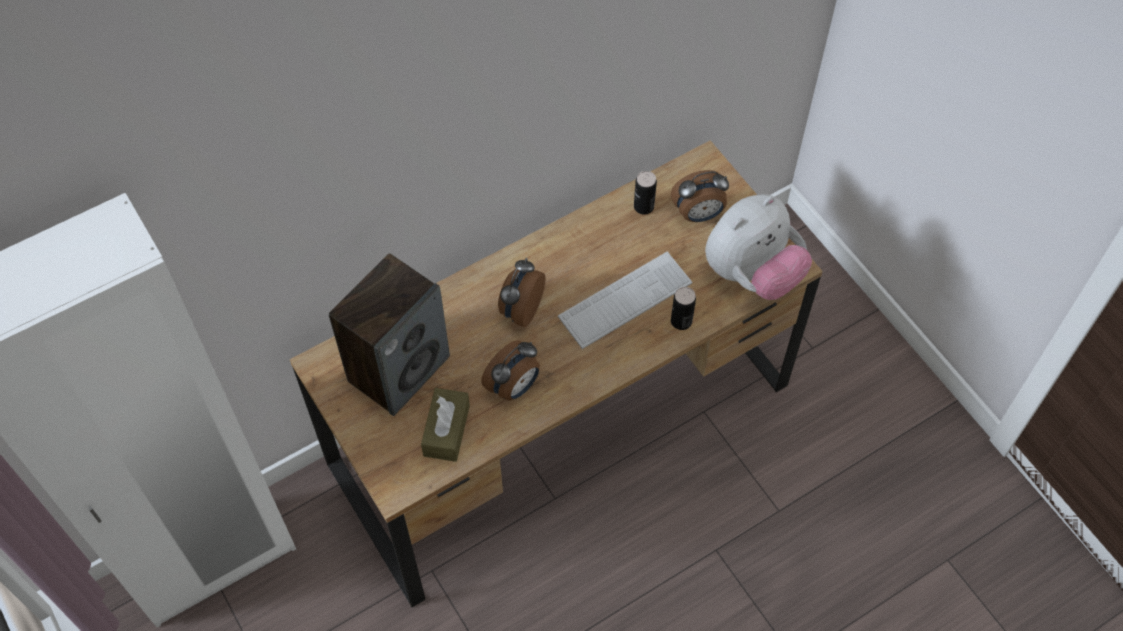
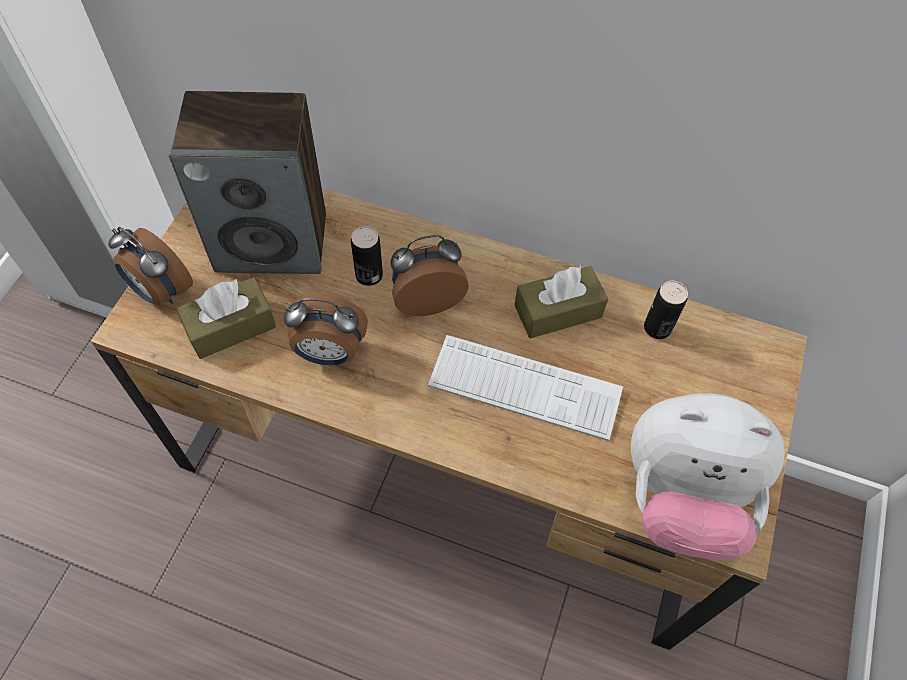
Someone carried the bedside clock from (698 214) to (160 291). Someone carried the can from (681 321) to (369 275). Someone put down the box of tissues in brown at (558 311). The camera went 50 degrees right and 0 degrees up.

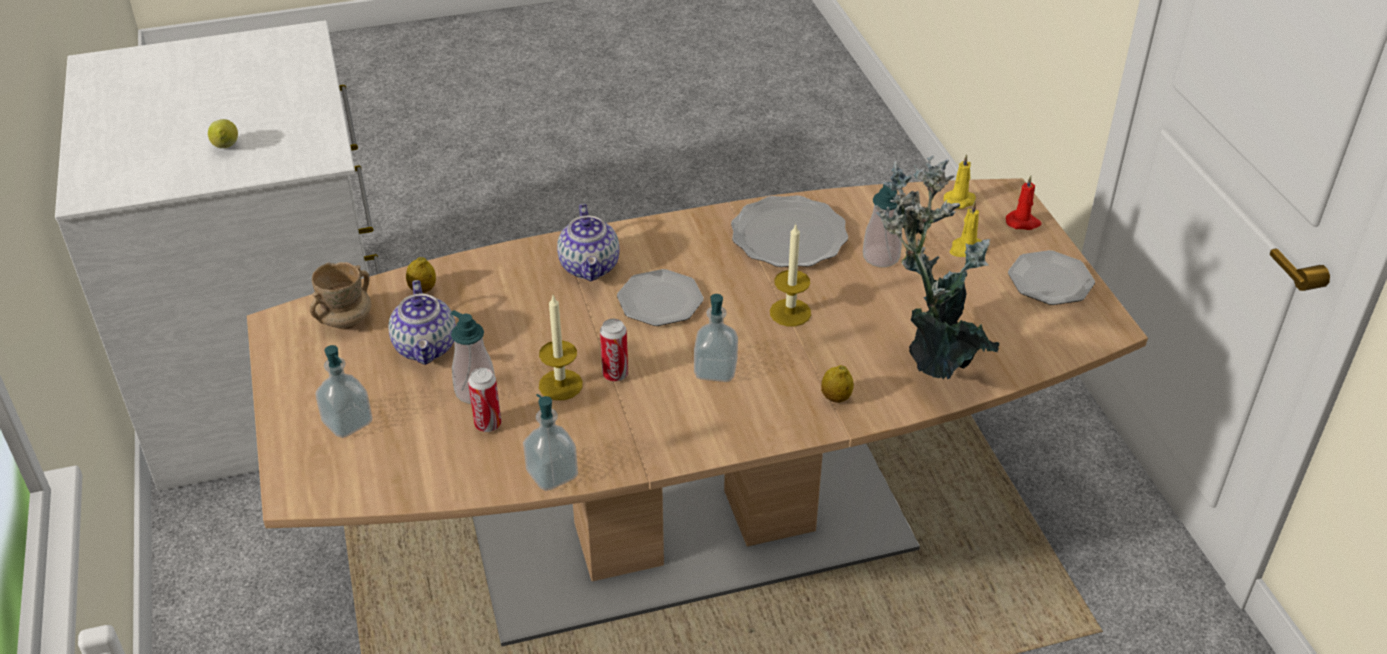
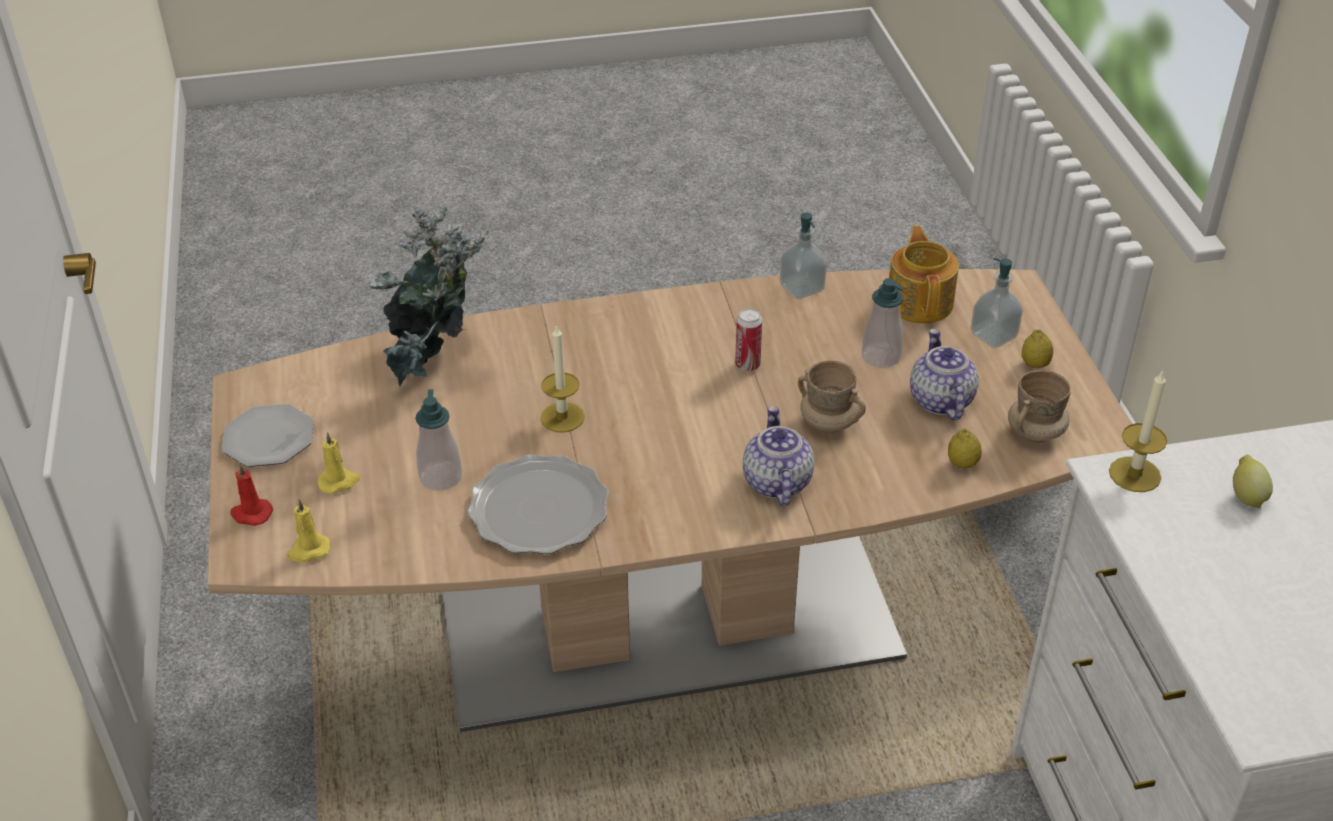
Someone put down the mug in beige-coloured at (829 423). Someone put down the tea pot at (920 302). Someone carried the lemon from (836 398) to (1035 364). Someone carried the wax candle from (560 385) to (1134 474). Someone took away the can at (488 424). Someone took away the dinner plate at (659 301). Someone took away the soap dispenser at (715 370). The camera went 175 degrees left and 0 degrees up.

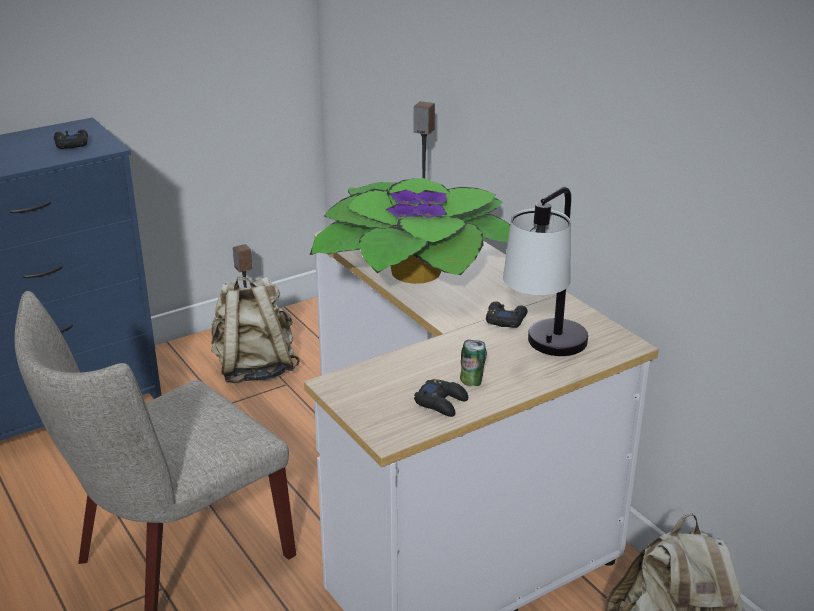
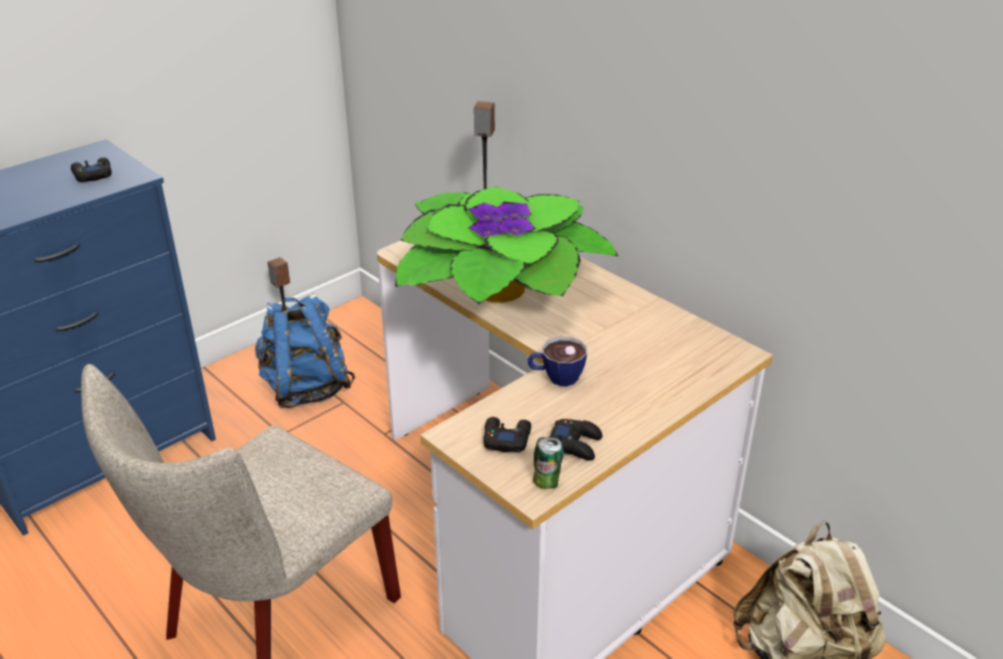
Someone repainted the backpack in beige-coloured at (254 369), which became the backpack in blue at (306 389). Someone carried the game controller in black from (505 319) to (506 439). Someone put down the cup at (556 377). Someone carried the can from (472 381) to (547 482). Someone took away the table lamp at (545 354). The camera went 10 degrees left and 5 degrees up.

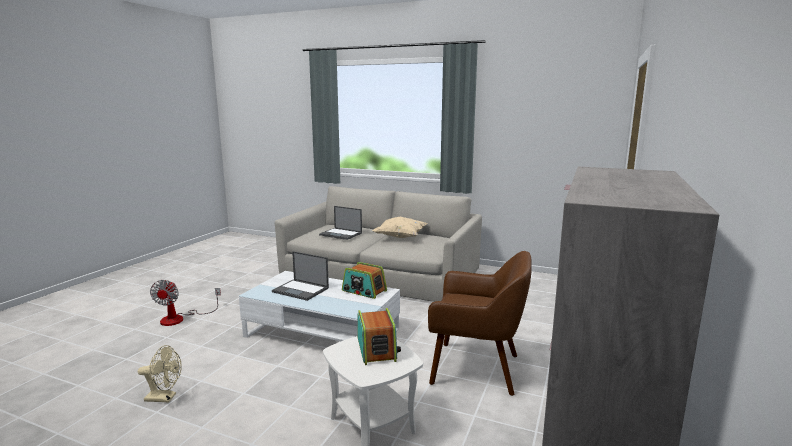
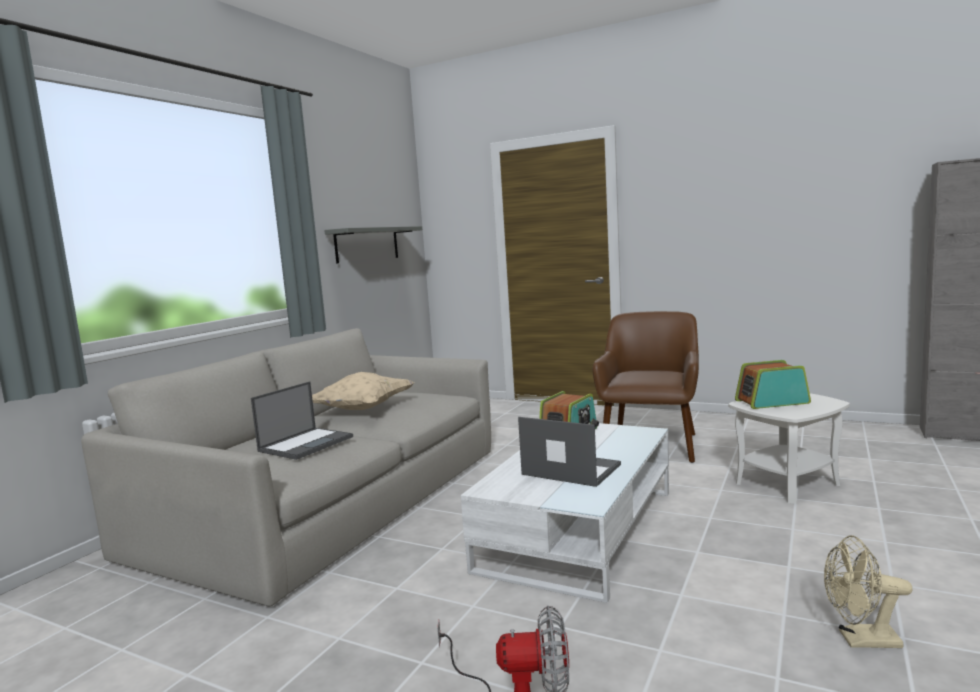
Someone put up the bracket shelf in grey at (367 244). Someone rotated the portable computer at (301 290) by 90 degrees counterclockwise. Someone rotated the cooling fan in beige-coloured at (165 398) by 90 degrees counterclockwise. The camera went 85 degrees left and 5 degrees down.

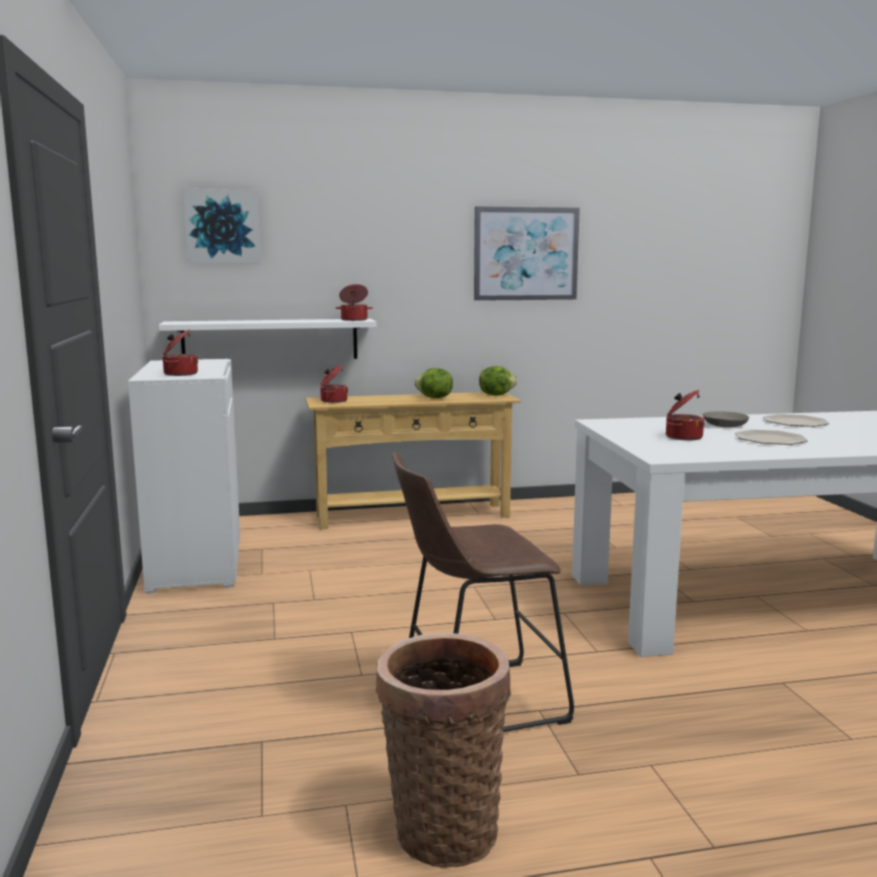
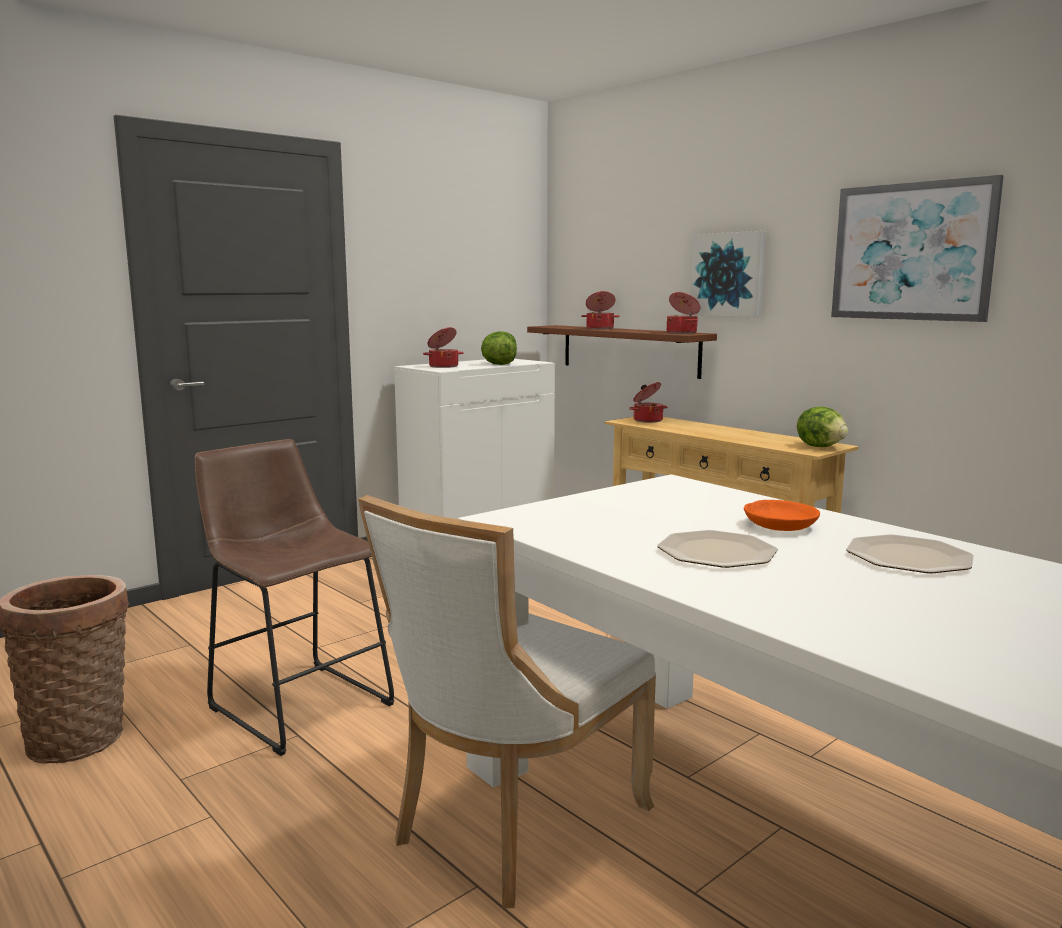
Someone put down the plain chair in white at (512 825). Someone carried the head of lettuce from (434 398) to (498 364). Someone repainted the bracket shelf in white at (270 340), which became the bracket shelf in brown at (629 350). Someone carried the saucepot from (682 437) to (600 328). Someone carried the wall art from (222 226) to (728 274). Someone repainted the deep dish in grey at (724 425), which became the deep dish in orange-coloured at (779 525). The camera went 60 degrees right and 0 degrees up.

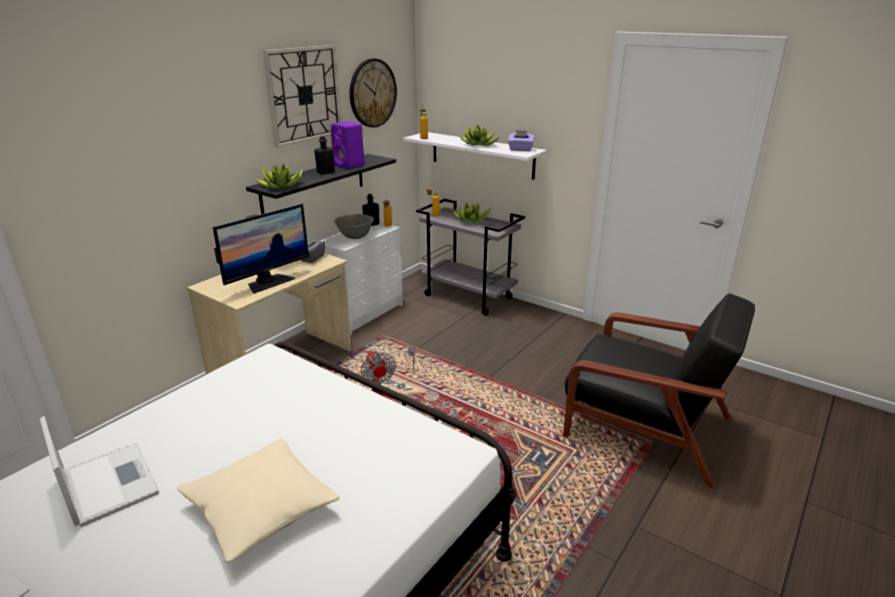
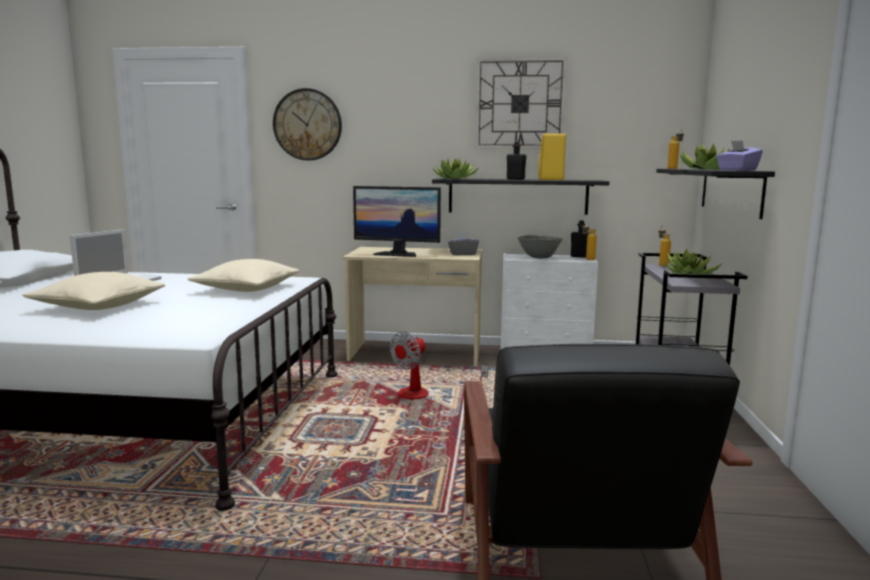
Someone put down the pillow in beige-coloured at (246 289). Someone carried the wall clock from (372 93) to (307 124). Someone repainted the audio speaker in purple-coloured at (349 165), which became the audio speaker in yellow at (552 179). Someone repainted the bracket shelf in white at (482 155), which became the bracket shelf in black at (730 191). The camera went 60 degrees right and 15 degrees down.

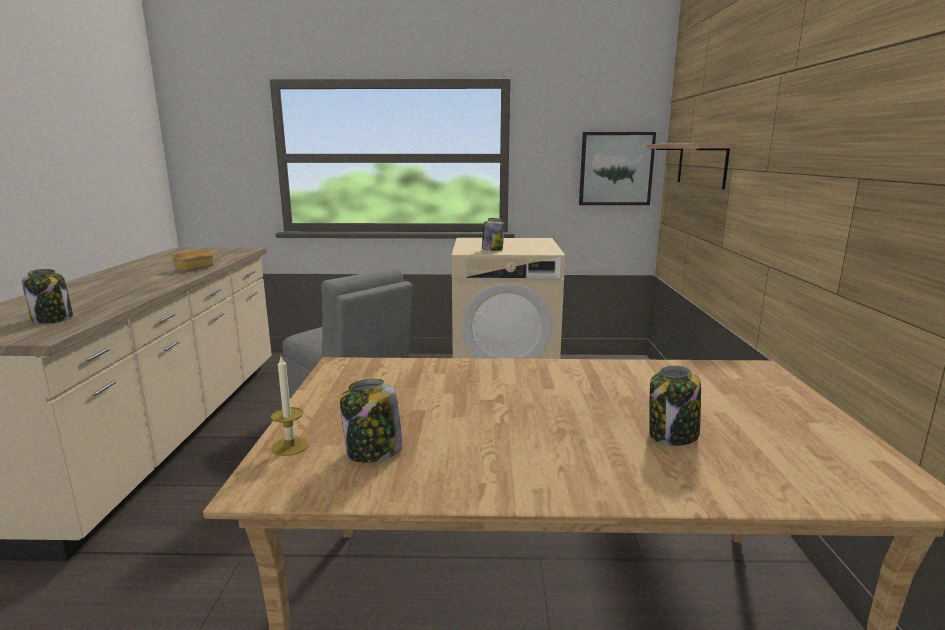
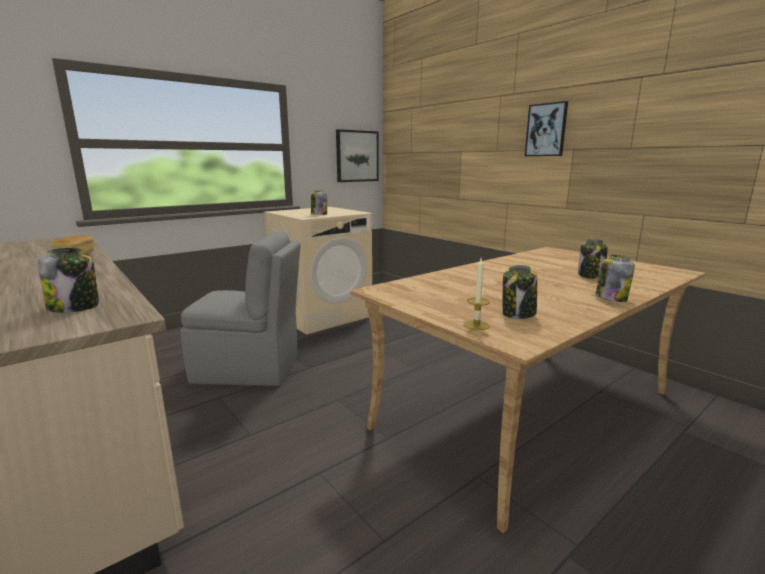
Someone put up the wall art at (546 130). Someone put down the storage jar at (611 298). Someone took away the bracket shelf at (701 164). The camera went 40 degrees left and 0 degrees up.

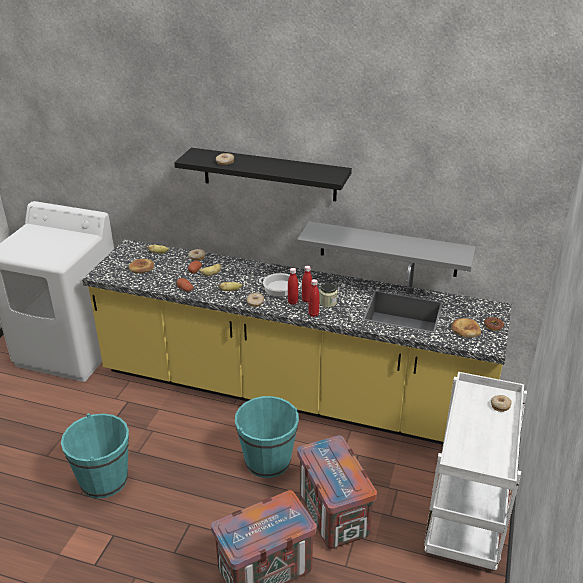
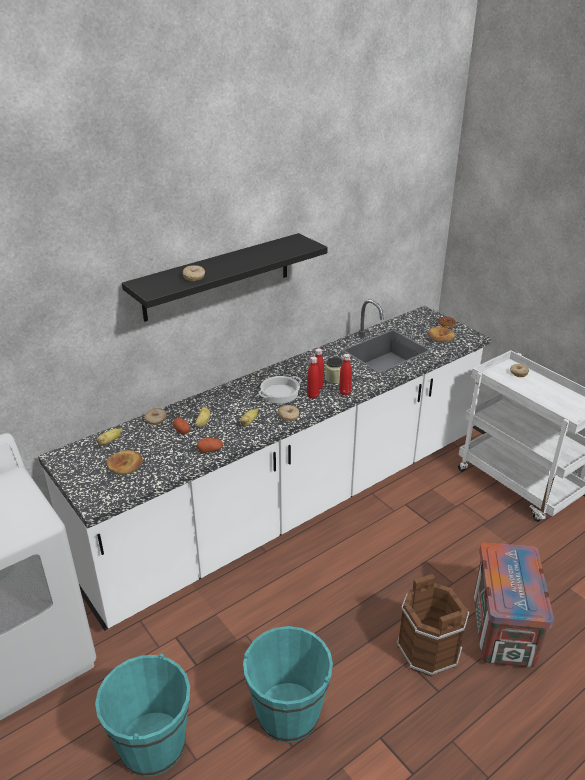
Someone repainted the kitchen counter in yellow at (291 395), which became the kitchen counter in white at (292 506). Someone carried the bucket in turquoise from (267 461) to (152 745). Someone put down the bucket in brown at (429 649). Someone took away the bracket shelf in grey at (388 249). Someone took away the crate at (334 516). The camera went 55 degrees left and 0 degrees up.

